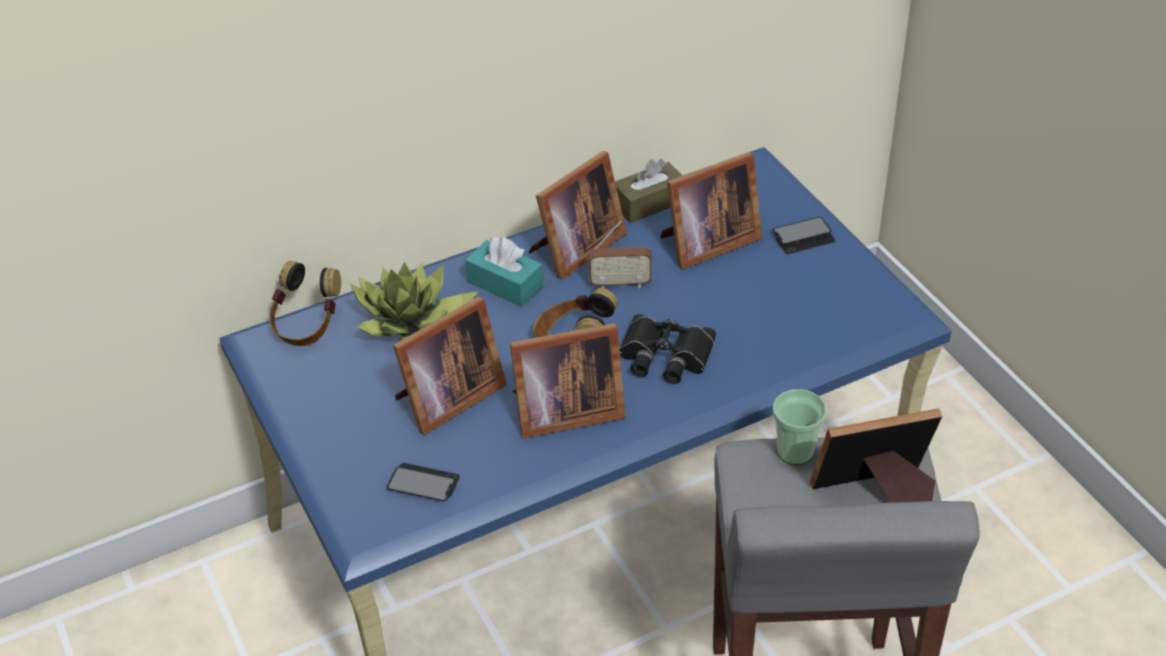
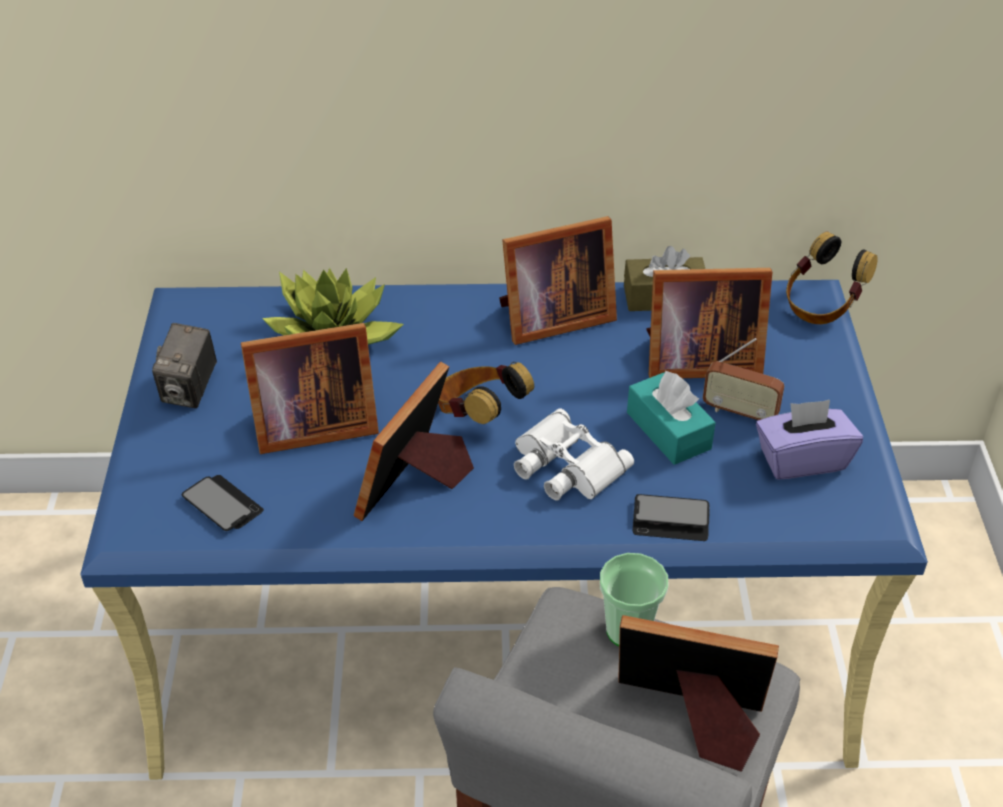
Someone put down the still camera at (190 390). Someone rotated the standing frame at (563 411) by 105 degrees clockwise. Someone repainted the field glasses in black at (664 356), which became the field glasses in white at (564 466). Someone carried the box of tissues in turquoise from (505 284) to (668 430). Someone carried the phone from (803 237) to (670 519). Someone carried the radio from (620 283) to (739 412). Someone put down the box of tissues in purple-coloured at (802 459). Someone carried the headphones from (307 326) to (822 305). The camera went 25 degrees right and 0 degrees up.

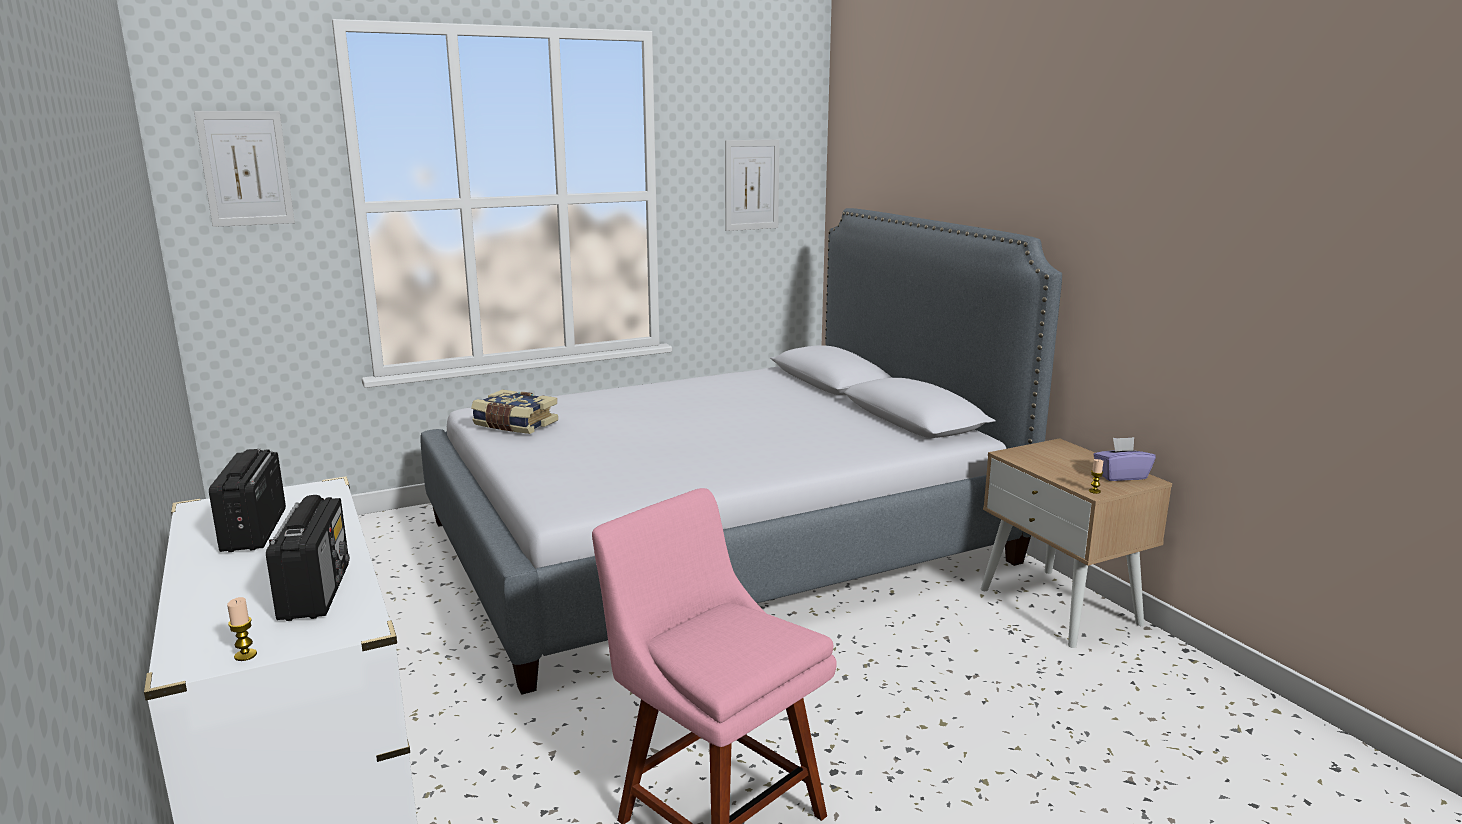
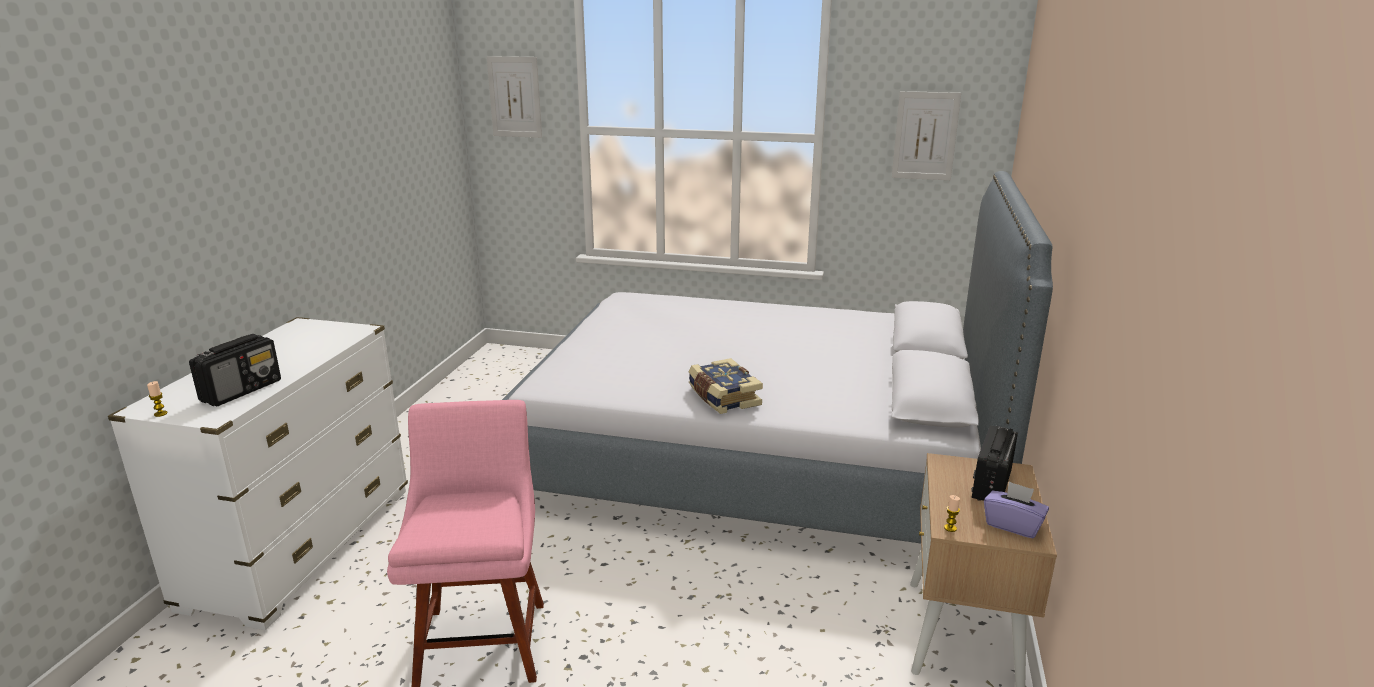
Someone carried the book from (514 425) to (722 397). Someone carried the radio from (254 531) to (991 485). The camera went 40 degrees right and 5 degrees up.

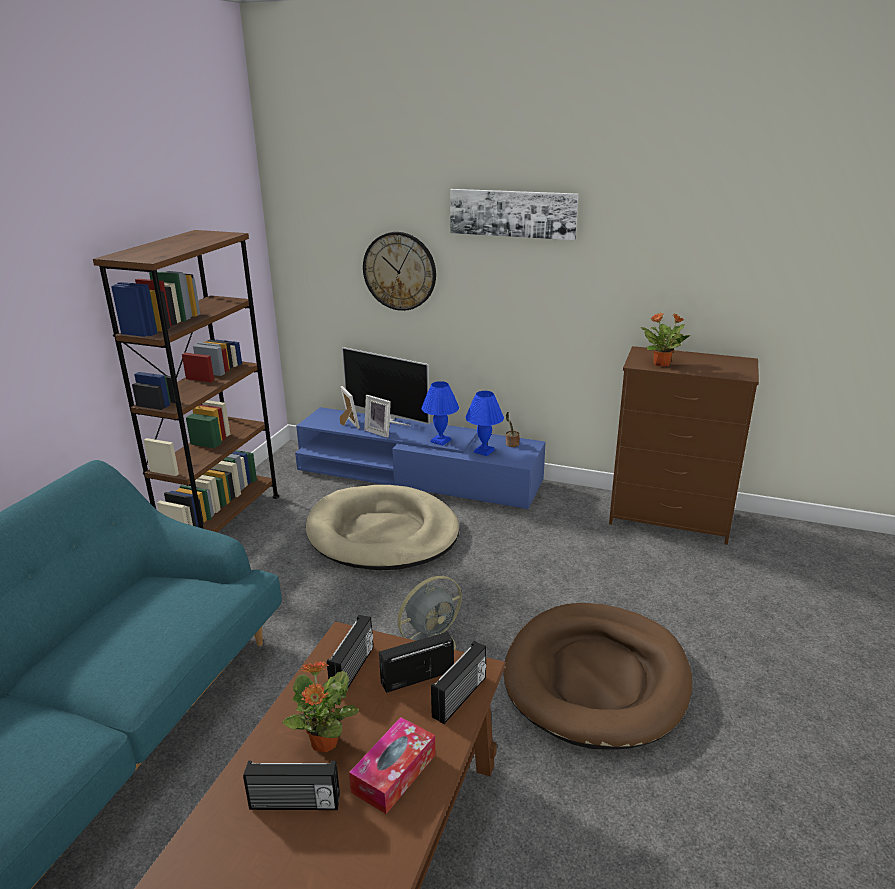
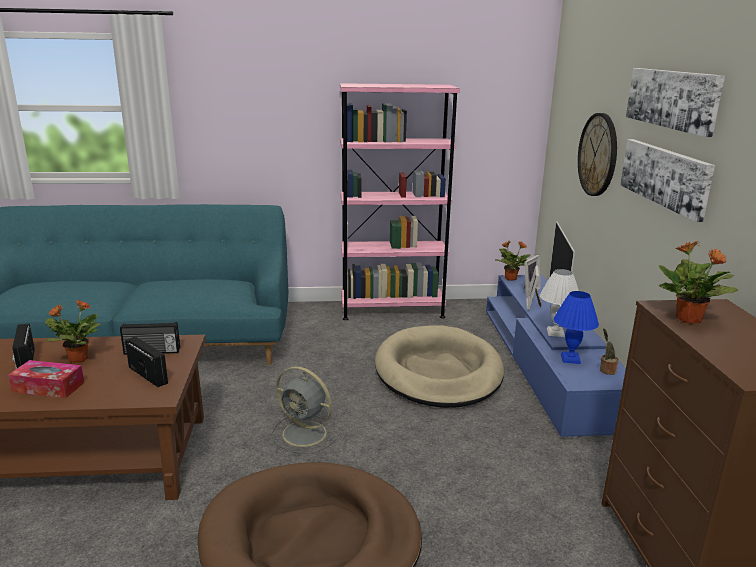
Someone repainted the shelving unit in brown at (222 521), which became the shelving unit in pinkish at (392 310). Someone put down the houseplant at (510 278). Someone repainted the table lamp in blue at (440 441), which became the table lamp in white at (555 332). Someone put up the wall art at (665 176). Someone took away the radio at (461 697). The camera went 65 degrees right and 5 degrees down.

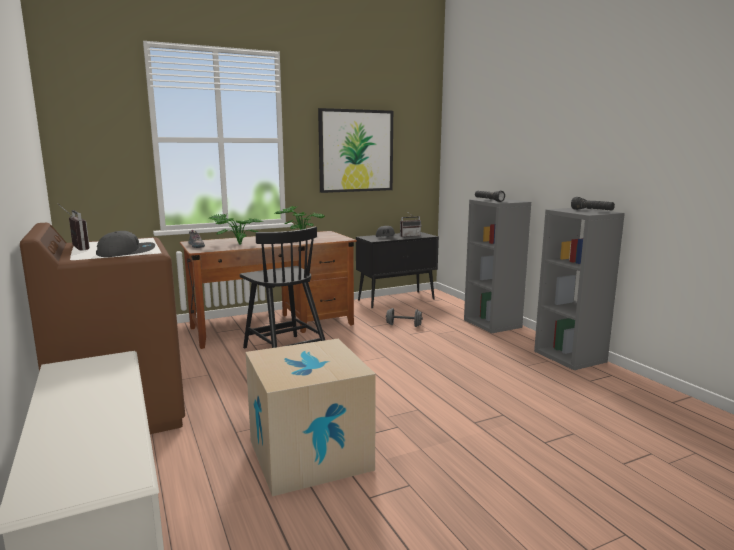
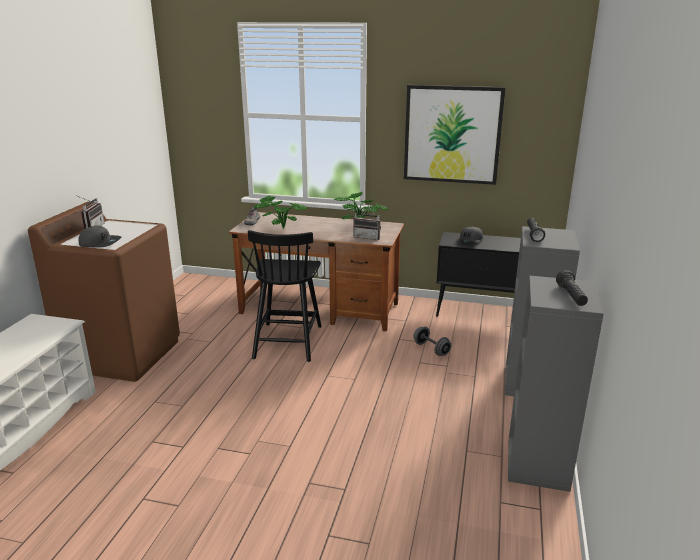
Someone carried the radio from (409 236) to (368 237). Someone took away the cardboard box at (309 454). The camera went 40 degrees right and 10 degrees up.

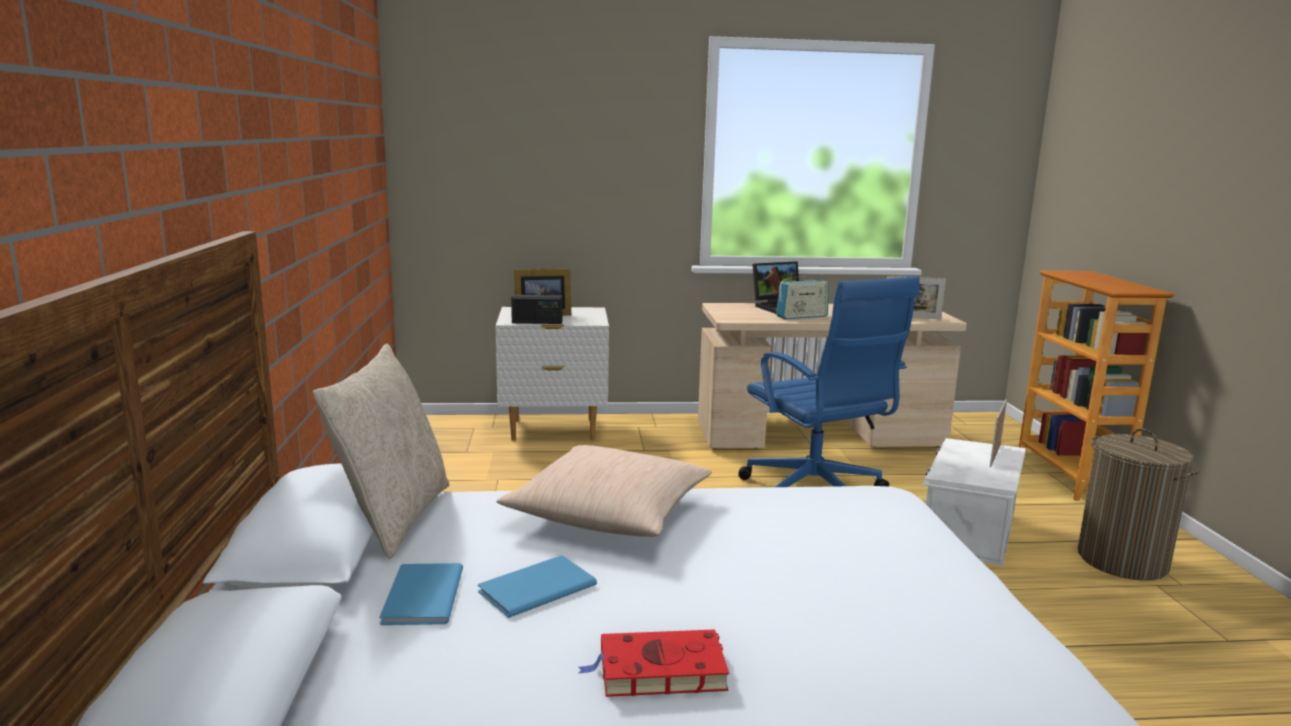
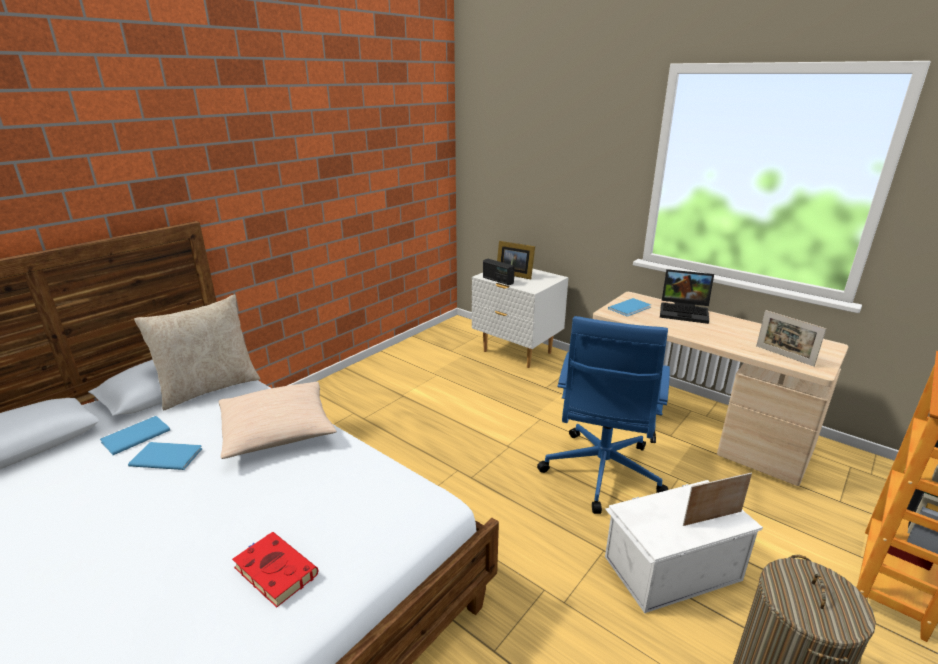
Someone carried the book in reddish from (658 671) to (274 570). Someone put down the book in blue at (631 308). Someone took away the radio at (802 317). The camera went 45 degrees right and 10 degrees up.

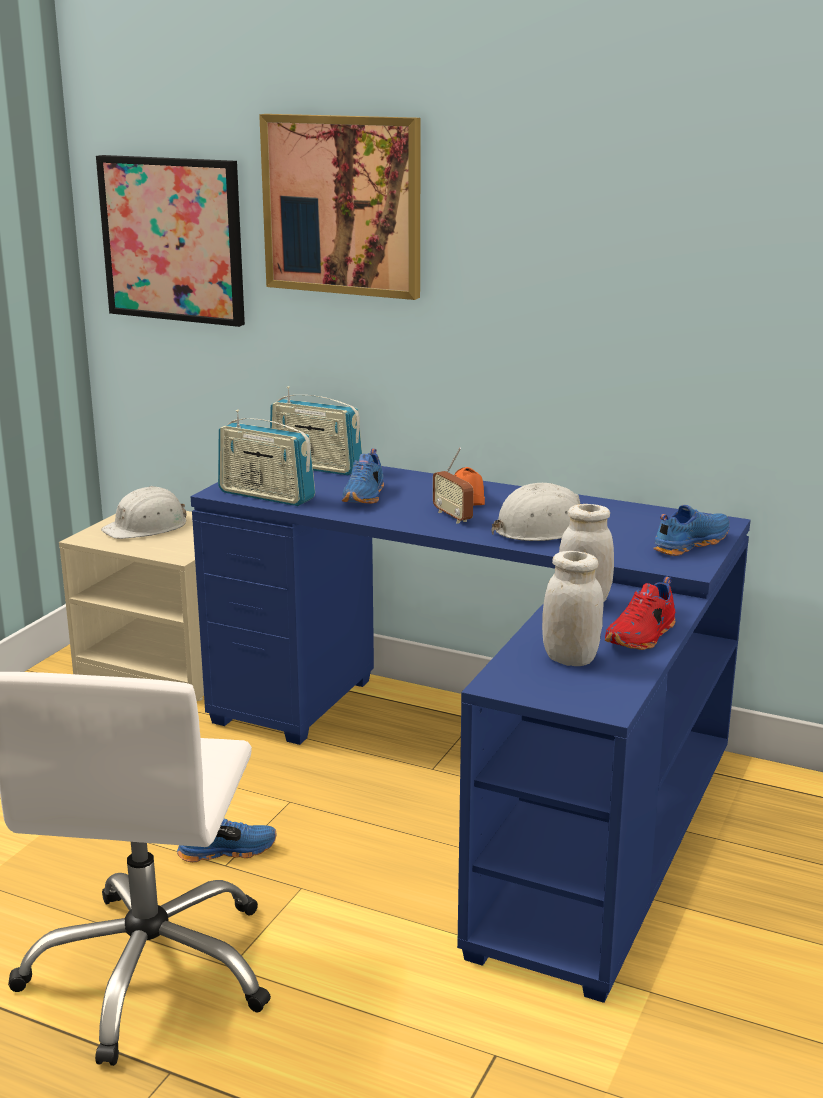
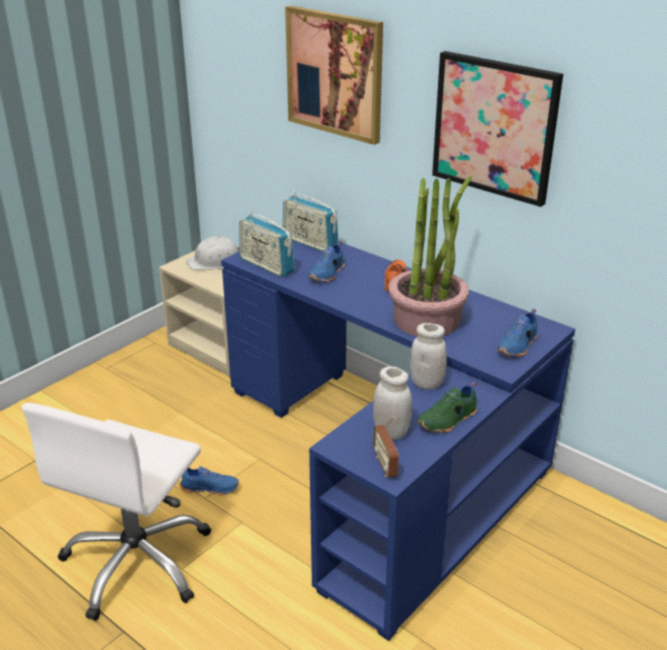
Someone carried the radio from (453 516) to (385 465). Someone swapped the safety helmet in white at (543 529) for the houseplant at (427 319). Someone repainted the low shoe in reddish at (642 637), which became the low shoe in green-coloured at (448 420). Someone carried the wall art from (173 239) to (495 127). Someone rotated the low shoe in blue at (689 544) by 150 degrees clockwise. The camera went 15 degrees right and 10 degrees up.

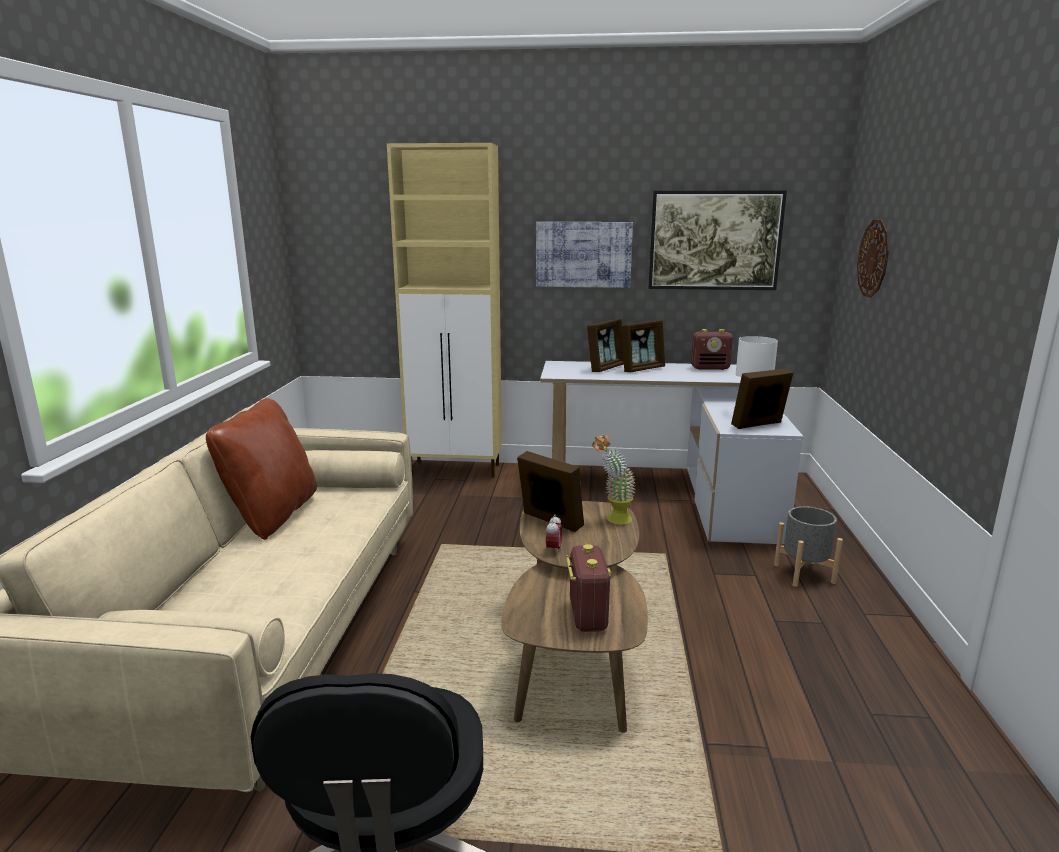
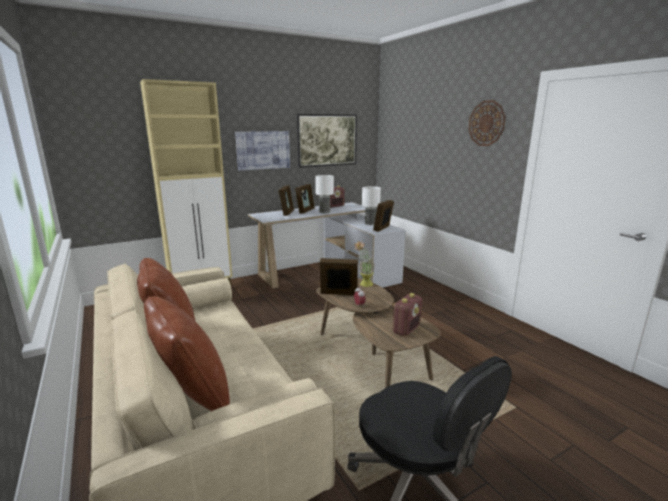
Someone put down the pillow in brown at (192 395). Someone put down the table lamp at (324 212). Someone rotated the radio at (587 615) by 75 degrees clockwise. Someone carried the wall clock from (873 258) to (486 123). Someone took away the planter in grey at (804 573). The camera went 35 degrees left and 0 degrees up.

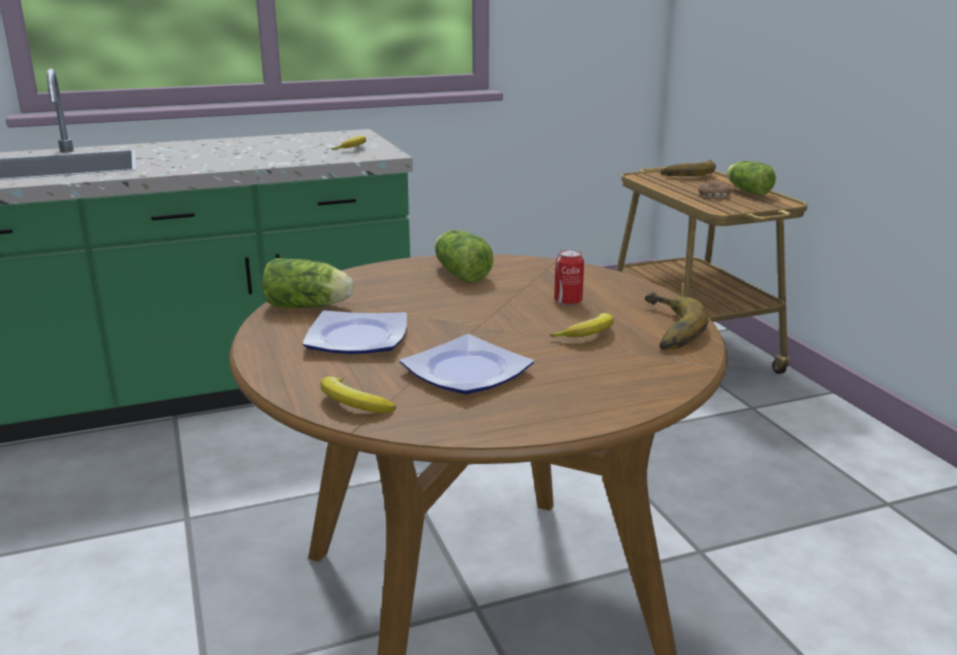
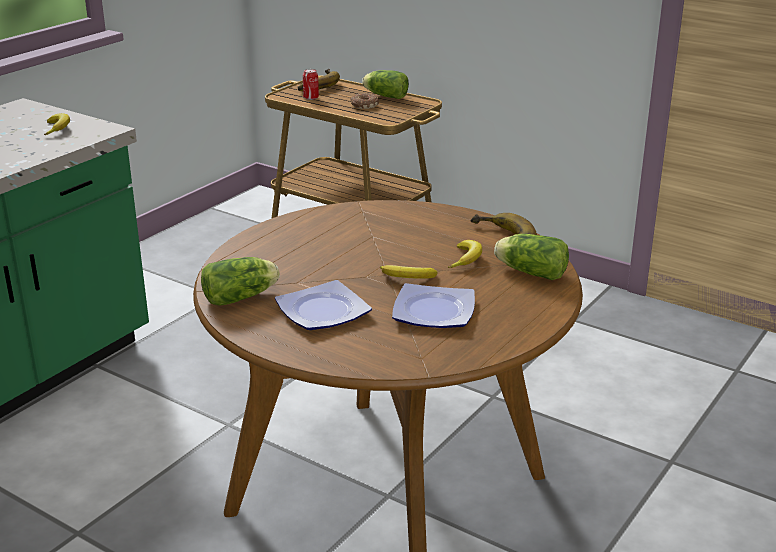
Someone carried the can from (568 301) to (311 98). Someone carried the banana from (352 403) to (407 278). Someone carried the head of lettuce from (460 273) to (529 272). The camera went 35 degrees left and 5 degrees up.

